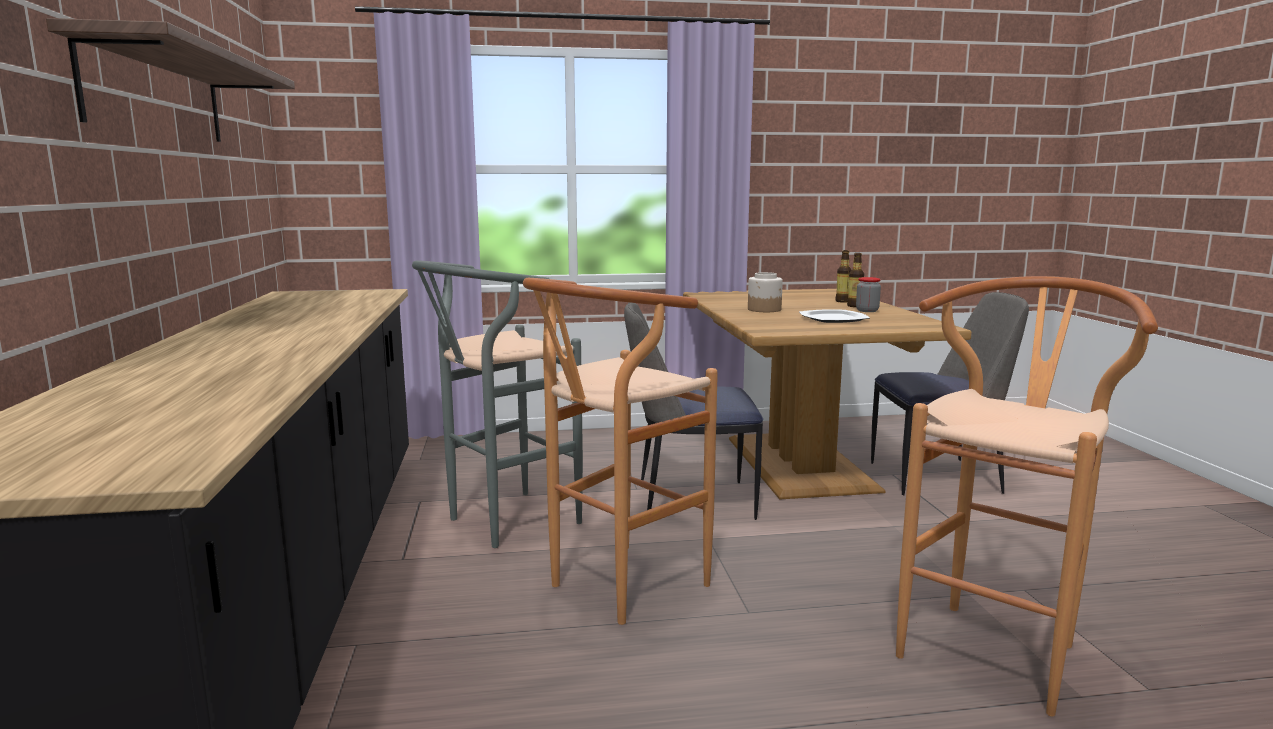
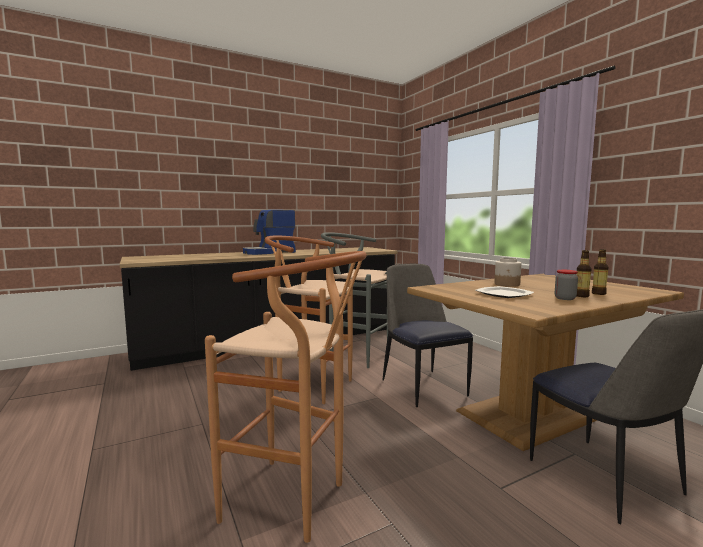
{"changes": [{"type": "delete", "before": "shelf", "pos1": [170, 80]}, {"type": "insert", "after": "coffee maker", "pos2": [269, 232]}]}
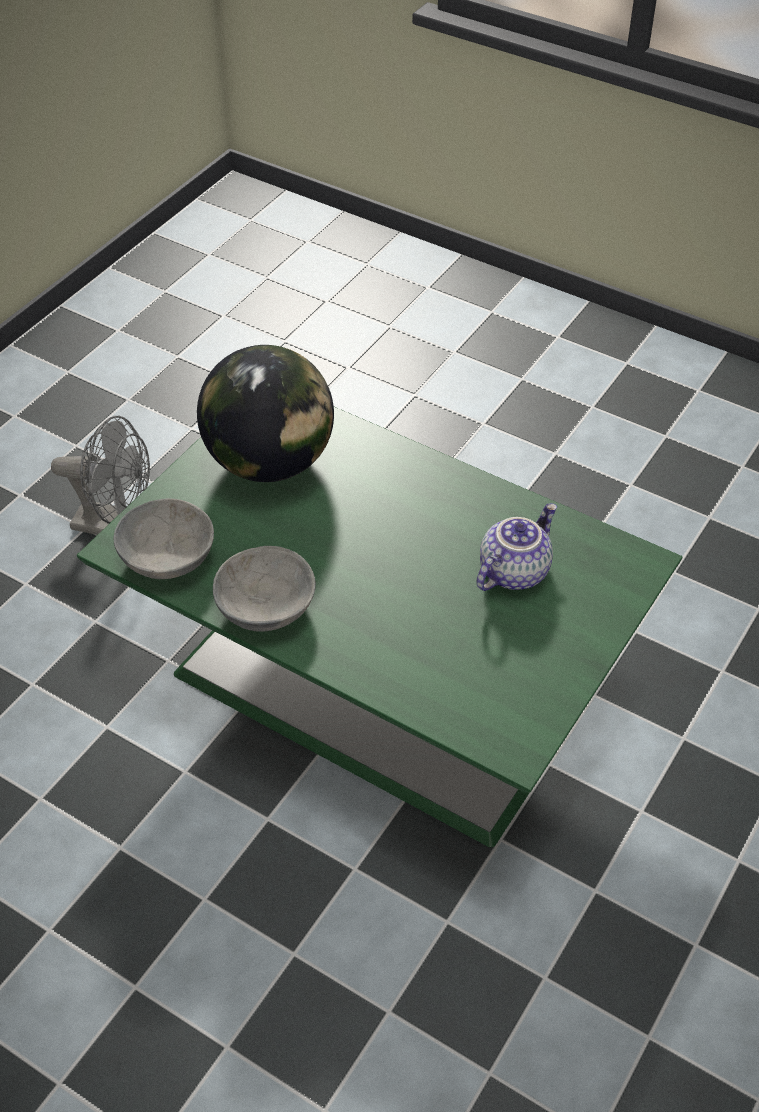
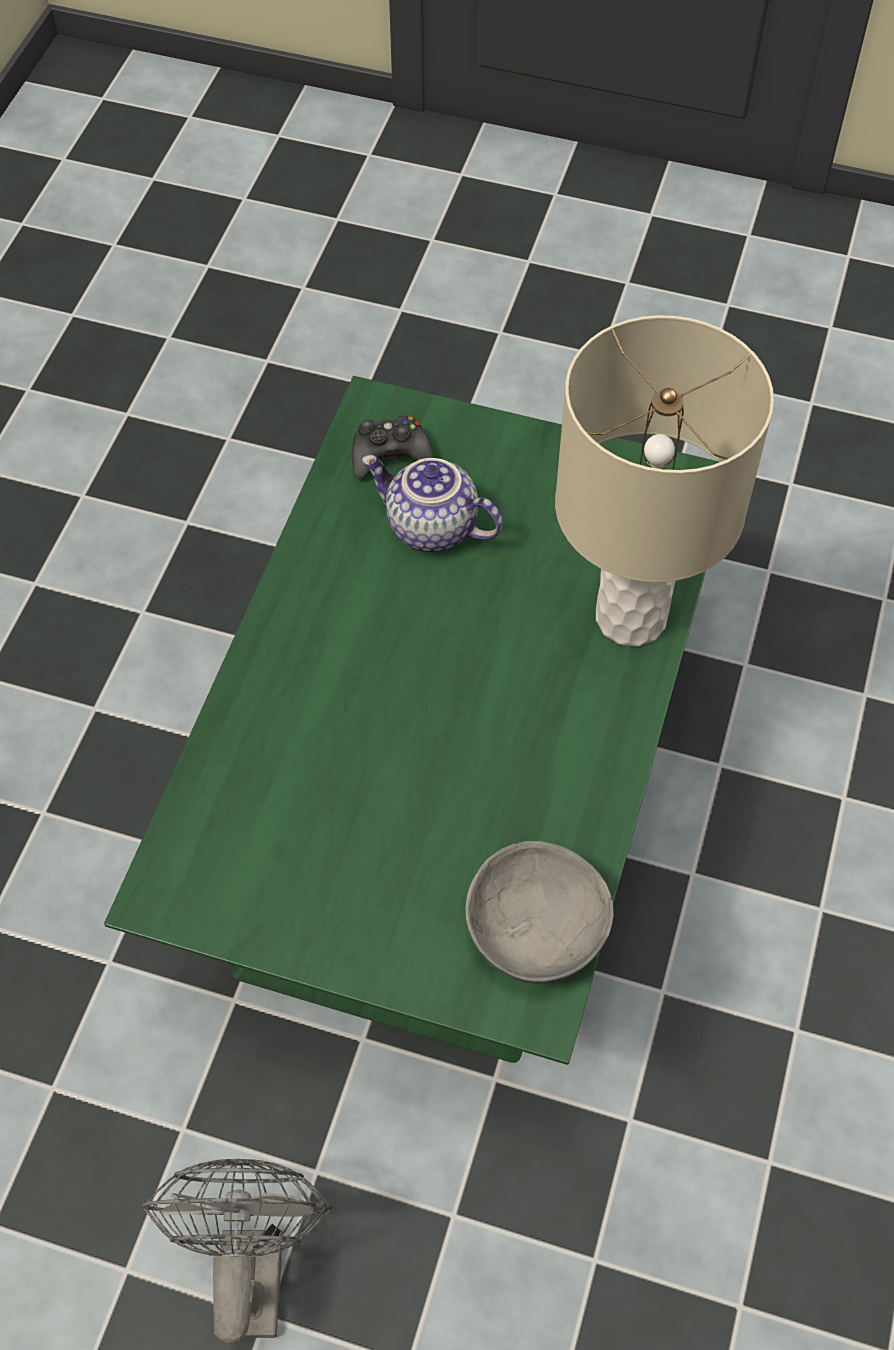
{"changes": [{"type": "delete", "before": "globe", "pos1": [265, 413]}, {"type": "delete", "before": "bowl (gray)", "pos1": [264, 589]}, {"type": "insert", "after": "lamp for a table (beige)", "pos2": [664, 481]}, {"type": "insert", "after": "game controller (blackish)", "pos2": [393, 447]}]}
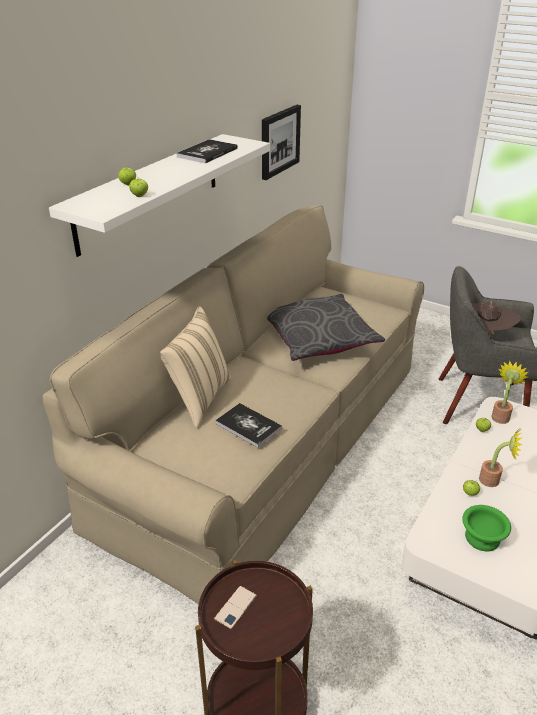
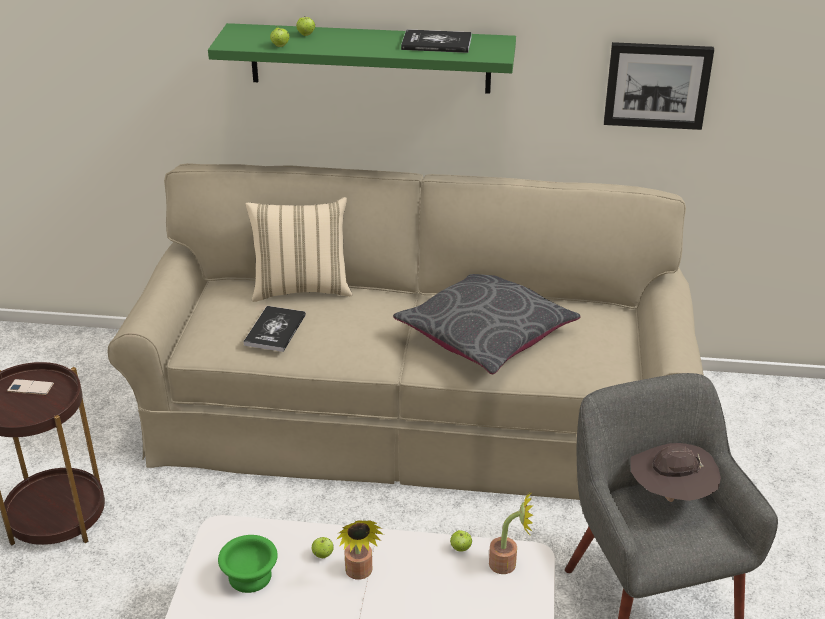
{"changes": [{"type": "recolor", "before": "shelf (white)", "after": "shelf (greenish)", "pos1": [159, 195], "pos2": [362, 58]}]}
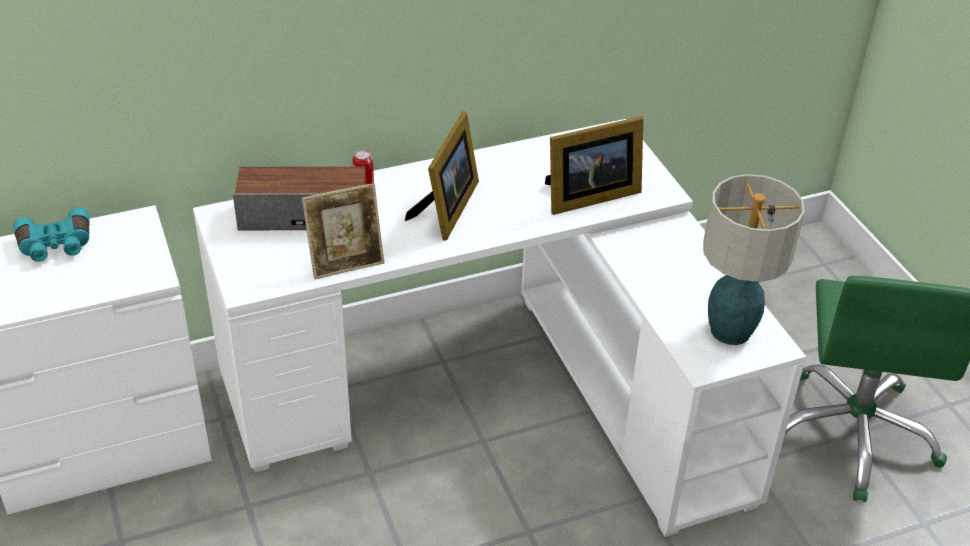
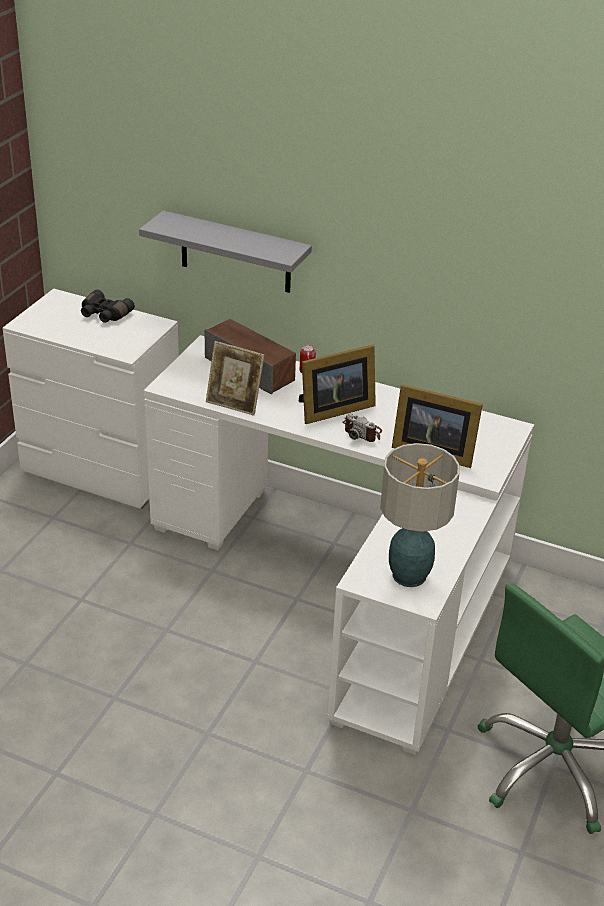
{"changes": [{"type": "recolor", "before": "pair of binoculars (blue-green)", "after": "pair of binoculars (blackish)", "pos1": [51, 235], "pos2": [108, 306]}, {"type": "insert", "after": "shelf (gray)", "pos2": [225, 251]}, {"type": "insert", "after": "photo camera", "pos2": [362, 427]}]}
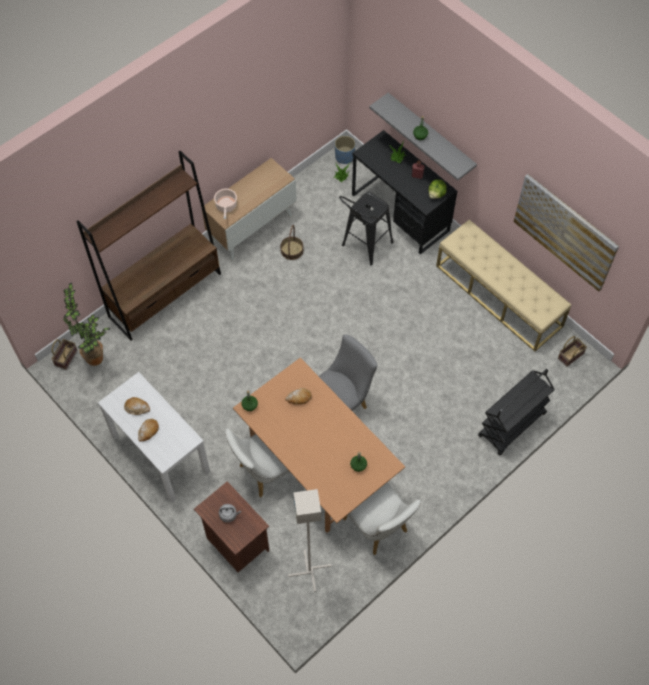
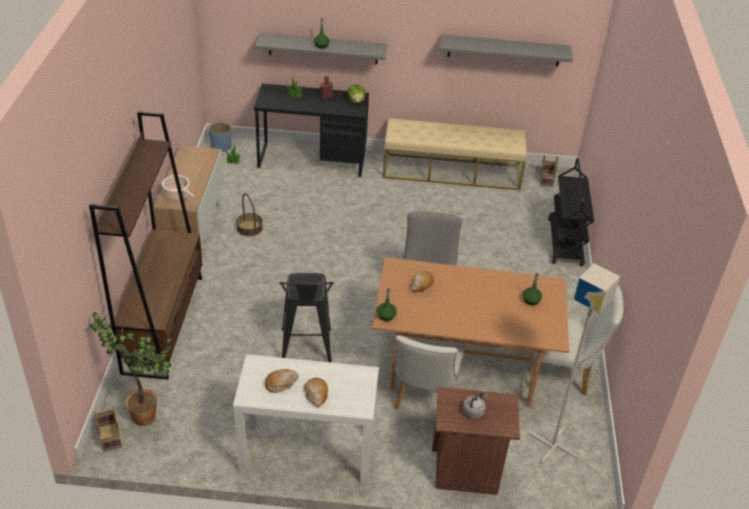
{"changes": [{"type": "replace", "before": "picture", "after": "shelf (gray)", "pos1": [566, 233], "pos2": [506, 50]}, {"type": "move", "before": "stool seat (blackish)", "pos1": [366, 228], "pos2": [306, 317]}]}
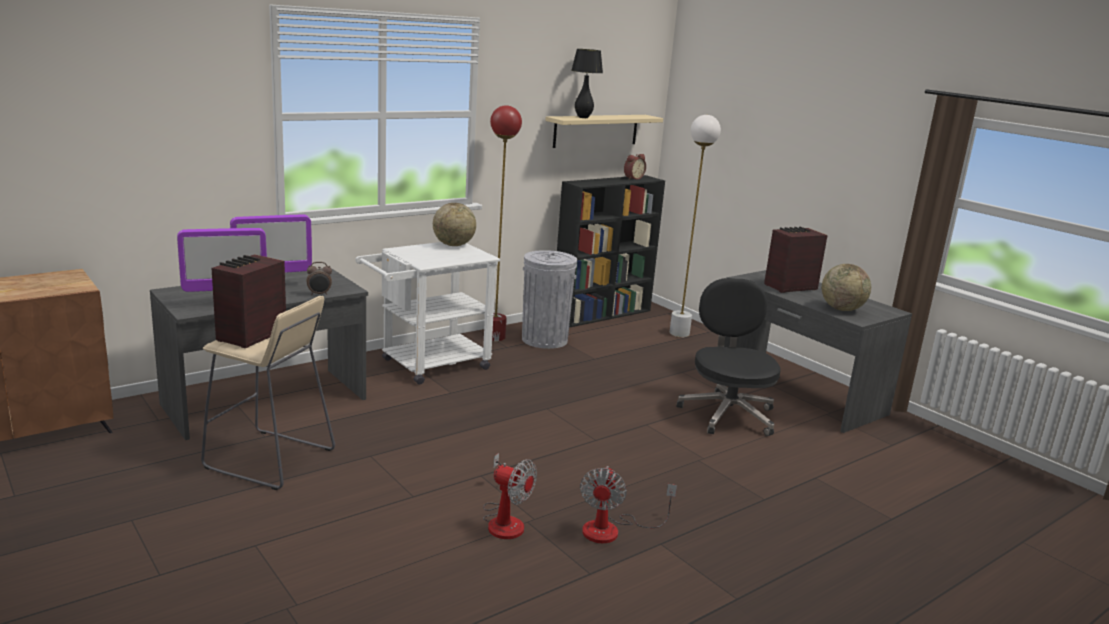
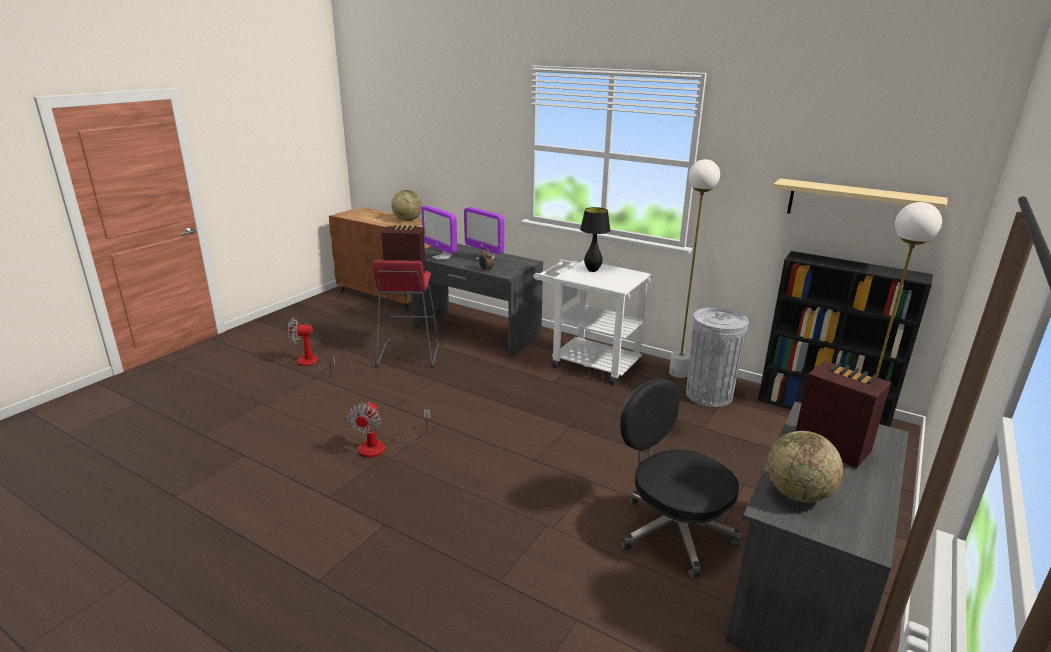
{"changes": [{"type": "move", "before": "lamp for a table (blackish)", "pos1": [587, 83], "pos2": [595, 239]}, {"type": "recolor", "before": "standard lamp (reddish)", "after": "standard lamp (white)", "pos1": [506, 223], "pos2": [694, 268]}, {"type": "delete", "before": "bedside clock", "pos1": [635, 167]}, {"type": "move", "before": "globe", "pos1": [454, 224], "pos2": [406, 205]}, {"type": "rotate", "before": "desk chair (blackish)", "pos1": [729, 357], "pos2": [680, 478], "turn": -105}, {"type": "recolor", "before": "stool seat (beige)", "after": "stool seat (reddish)", "pos1": [268, 393], "pos2": [405, 313]}, {"type": "move", "before": "electric fan", "pos1": [628, 504], "pos2": [311, 347]}]}
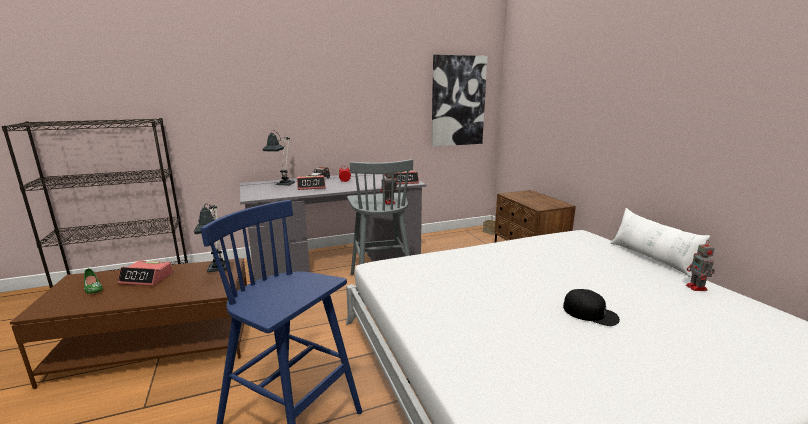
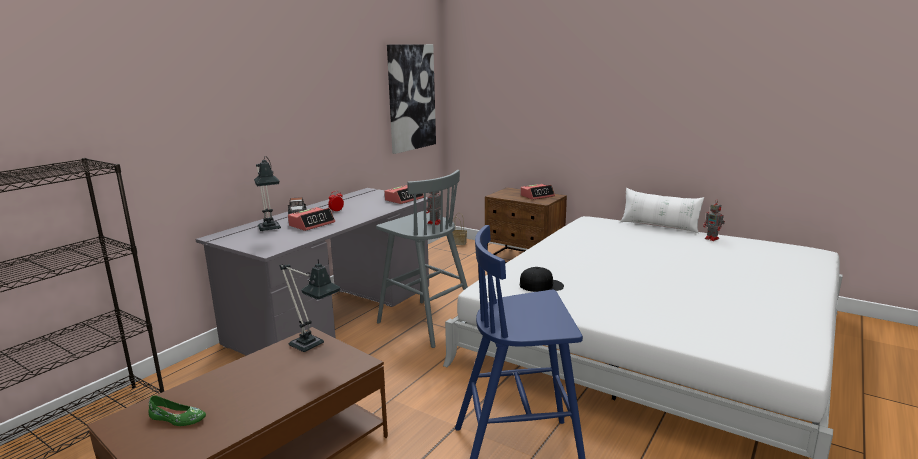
{"changes": [{"type": "move", "before": "bedside clock", "pos1": [145, 273], "pos2": [538, 192]}, {"type": "move", "before": "peaked cap (blackish)", "pos1": [591, 307], "pos2": [542, 279]}]}
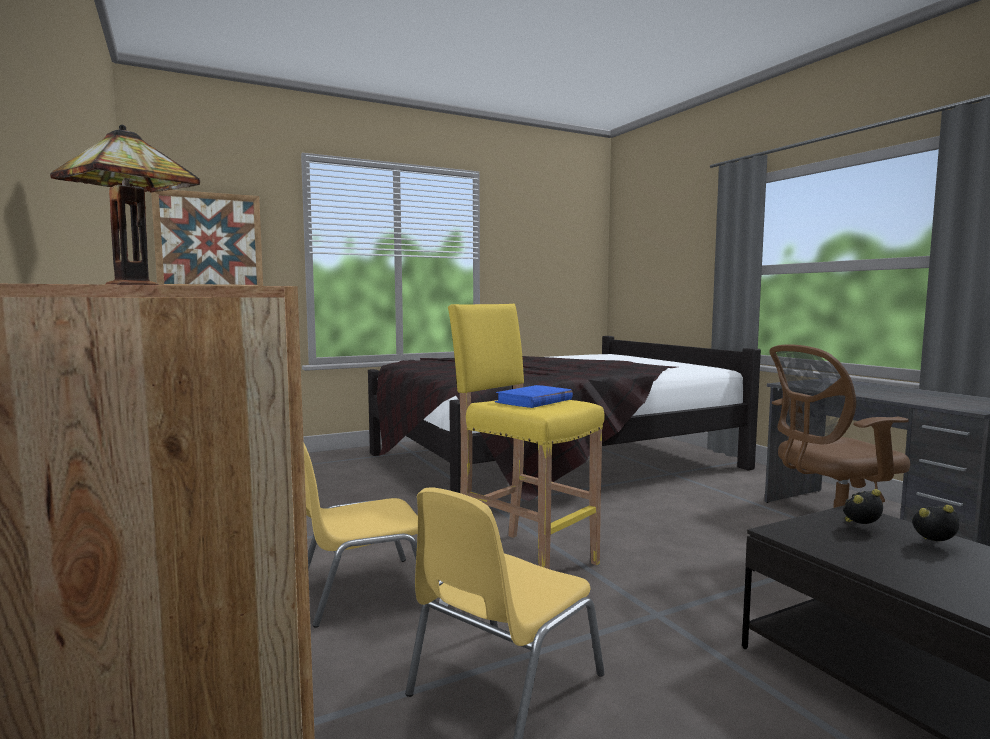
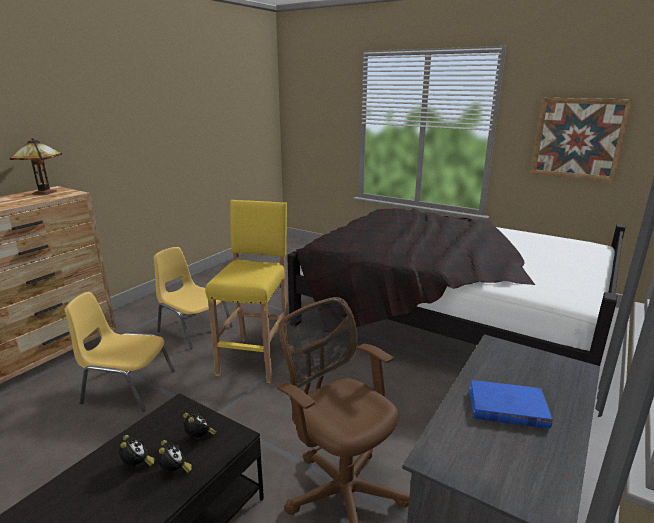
{"changes": [{"type": "move", "before": "picture", "pos1": [207, 238], "pos2": [581, 140]}, {"type": "move", "before": "bound book (bluish)", "pos1": [534, 396], "pos2": [510, 404]}, {"type": "insert", "after": "bedside clock", "pos2": [137, 450]}]}
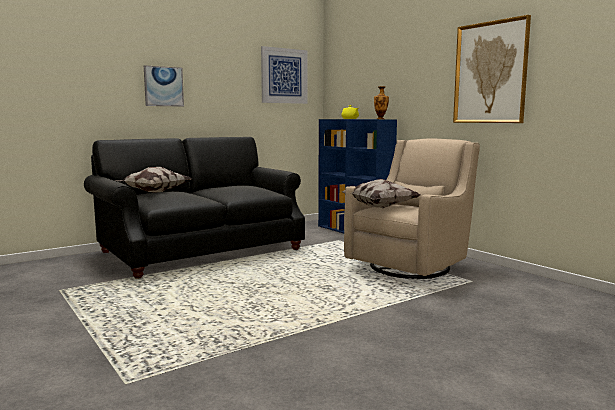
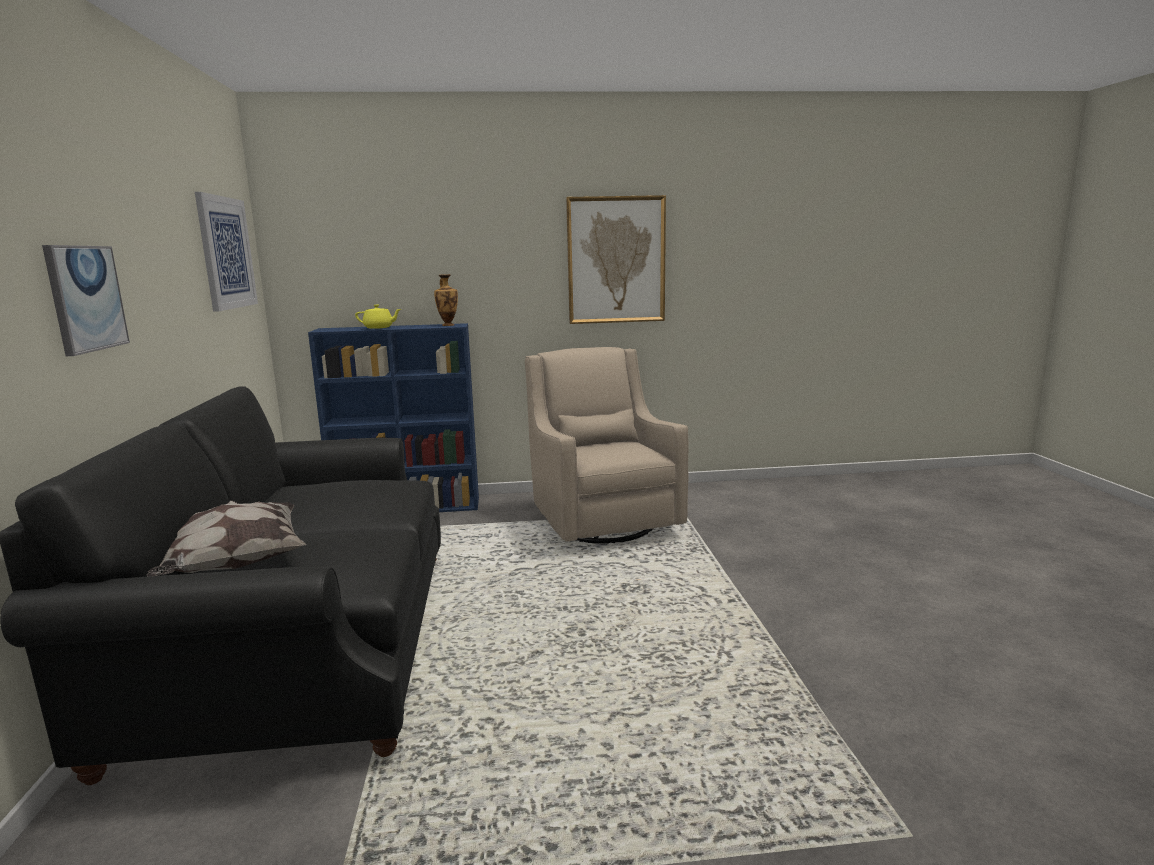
{"changes": [{"type": "delete", "before": "cushion", "pos1": [381, 193]}]}
